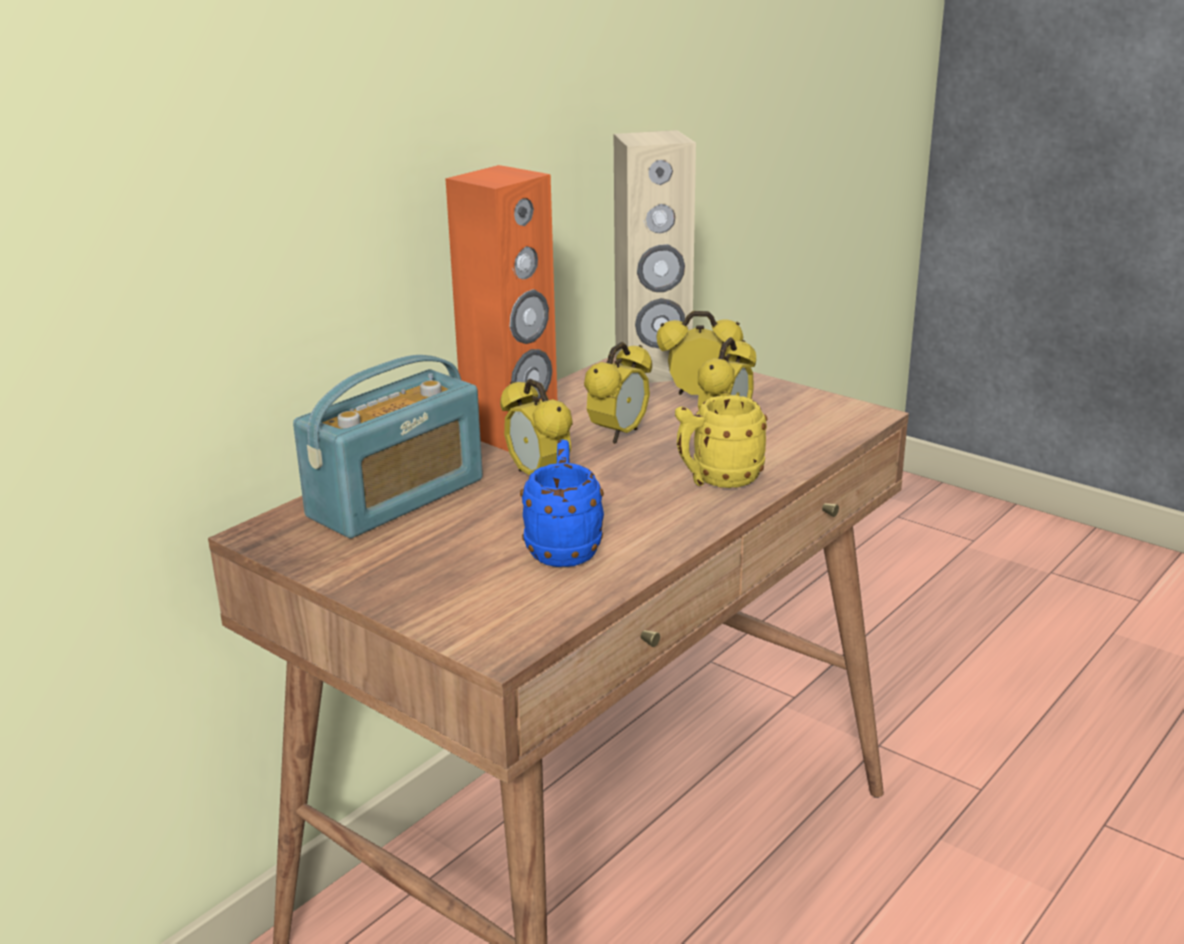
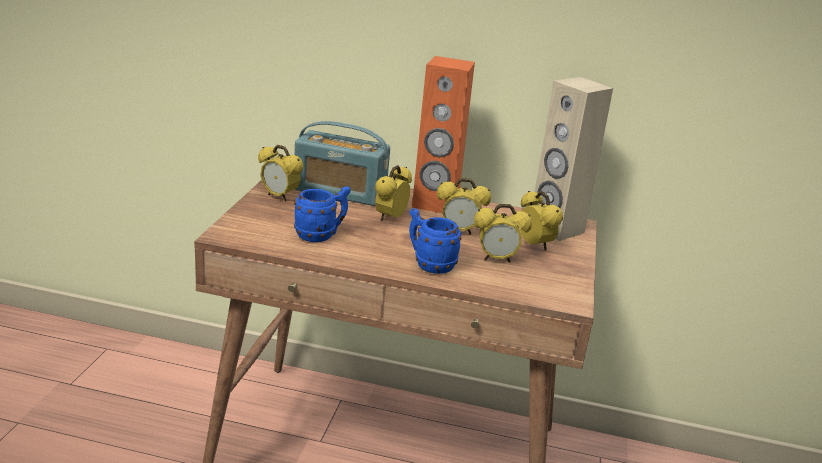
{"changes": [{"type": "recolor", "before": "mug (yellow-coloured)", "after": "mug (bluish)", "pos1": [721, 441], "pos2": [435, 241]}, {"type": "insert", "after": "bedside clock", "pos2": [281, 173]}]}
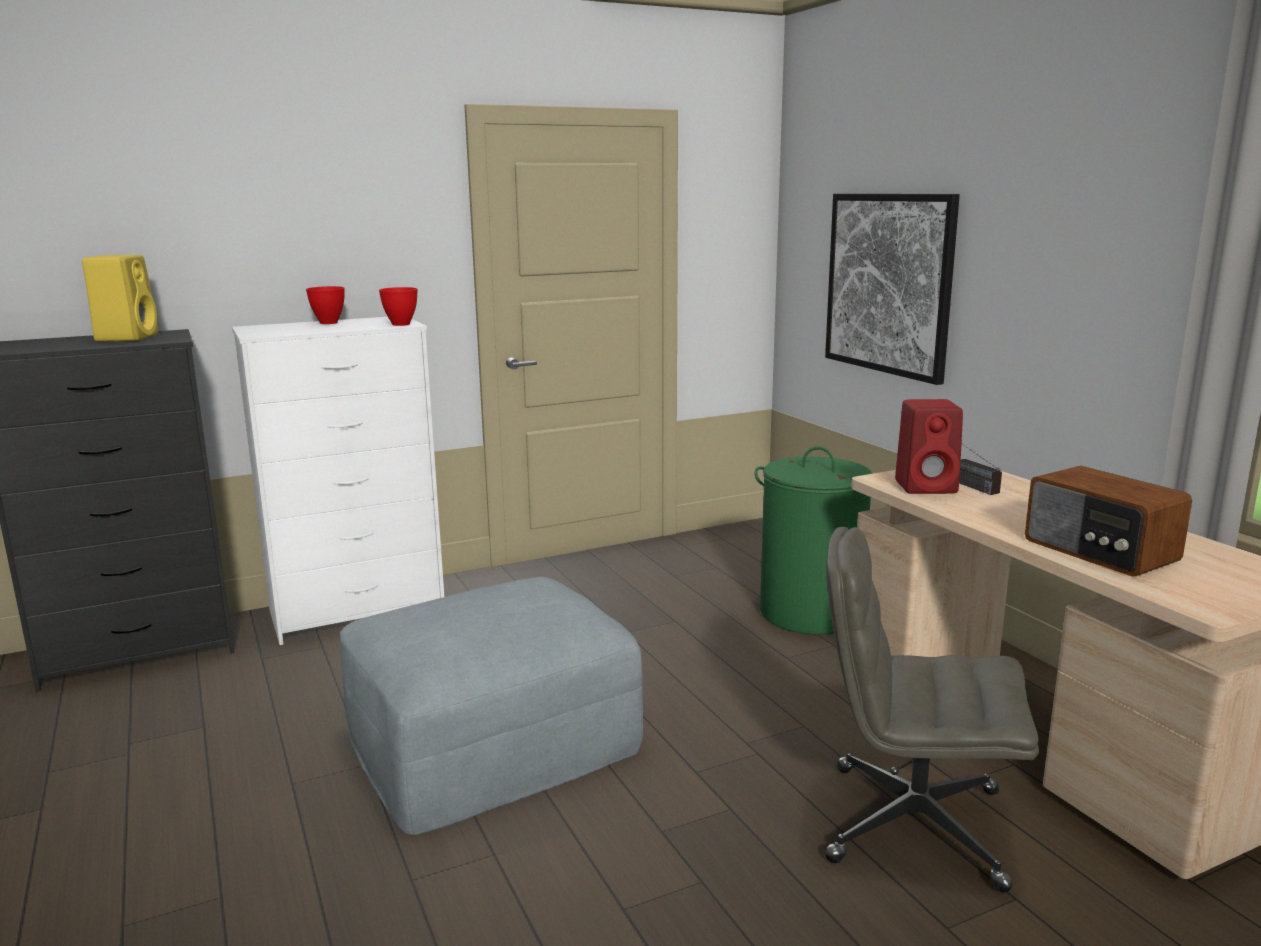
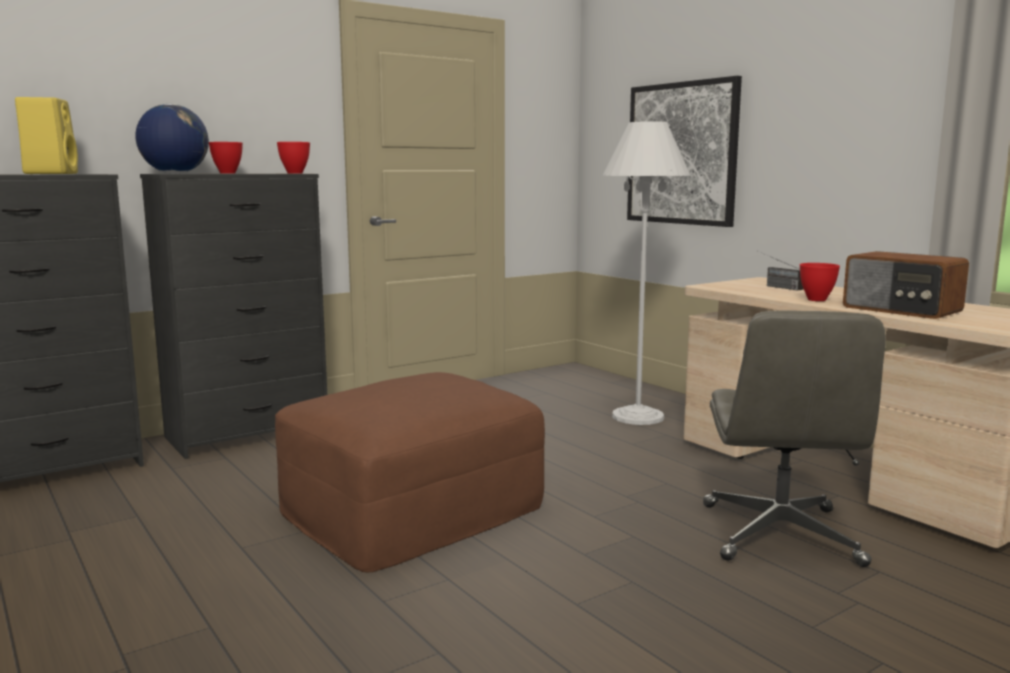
{"changes": [{"type": "recolor", "before": "dresser (white)", "after": "dresser (blackish)", "pos1": [338, 481], "pos2": [233, 316]}, {"type": "delete", "before": "speaker (reddish)", "pos1": [929, 446]}, {"type": "replace", "before": "washing basket (greenish)", "after": "standard lamp (white)", "pos1": [813, 540], "pos2": [646, 273]}, {"type": "rotate", "before": "desk chair (gray)", "pos1": [932, 710], "pos2": [794, 438], "turn": -90}, {"type": "recolor", "before": "footrest (gray)", "after": "footrest (brown-coloured)", "pos1": [491, 706], "pos2": [410, 472]}, {"type": "insert", "after": "globe", "pos2": [172, 139]}, {"type": "insert", "after": "bowl (reddish)", "pos2": [820, 282]}]}
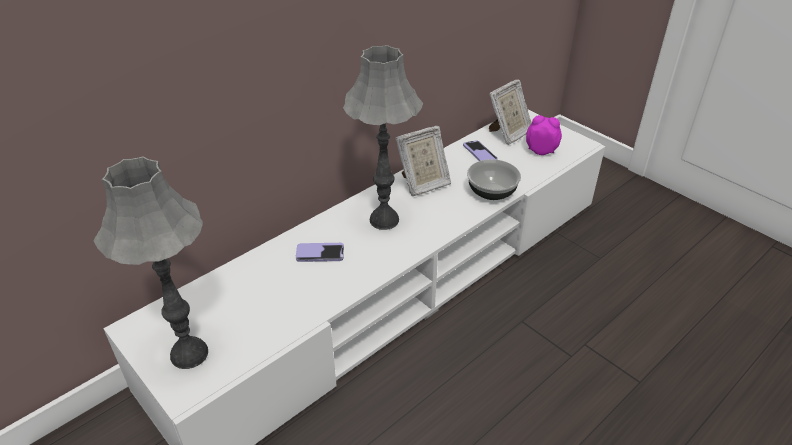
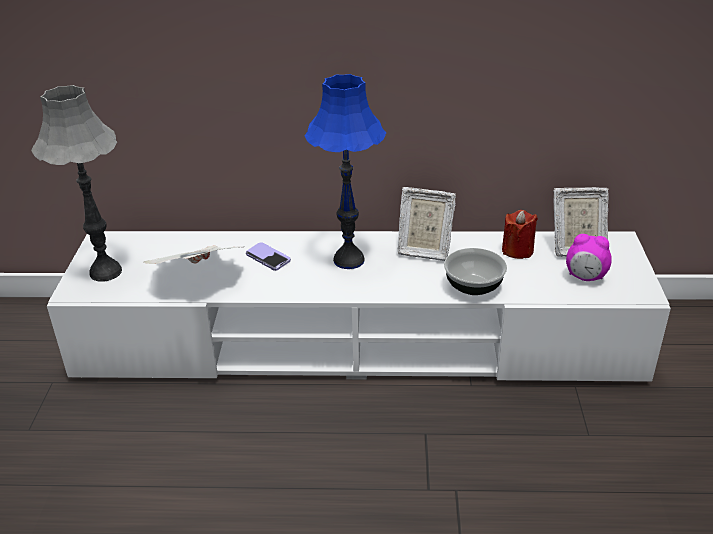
{"changes": [{"type": "recolor", "before": "lamp for a table (gray)", "after": "lamp for a table (bluish)", "pos1": [383, 137], "pos2": [345, 171]}, {"type": "rotate", "before": "bedside clock", "pos1": [544, 135], "pos2": [589, 257], "turn": 135}, {"type": "replace", "before": "handset", "after": "candle (reddish)", "pos1": [480, 150], "pos2": [520, 234]}, {"type": "insert", "after": "newspaper", "pos2": [191, 255]}]}
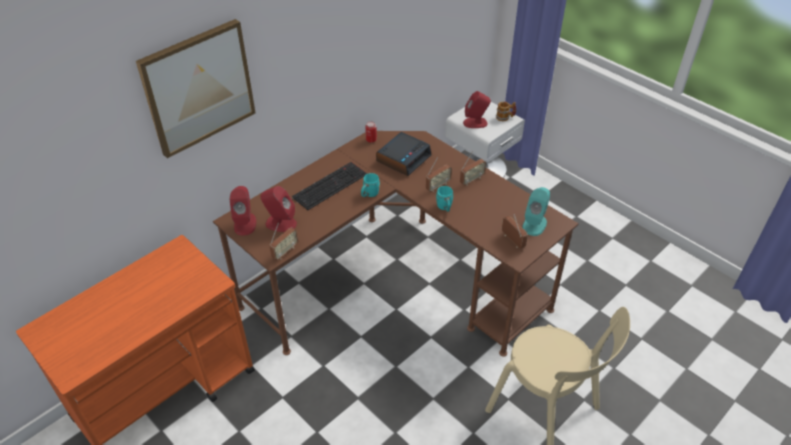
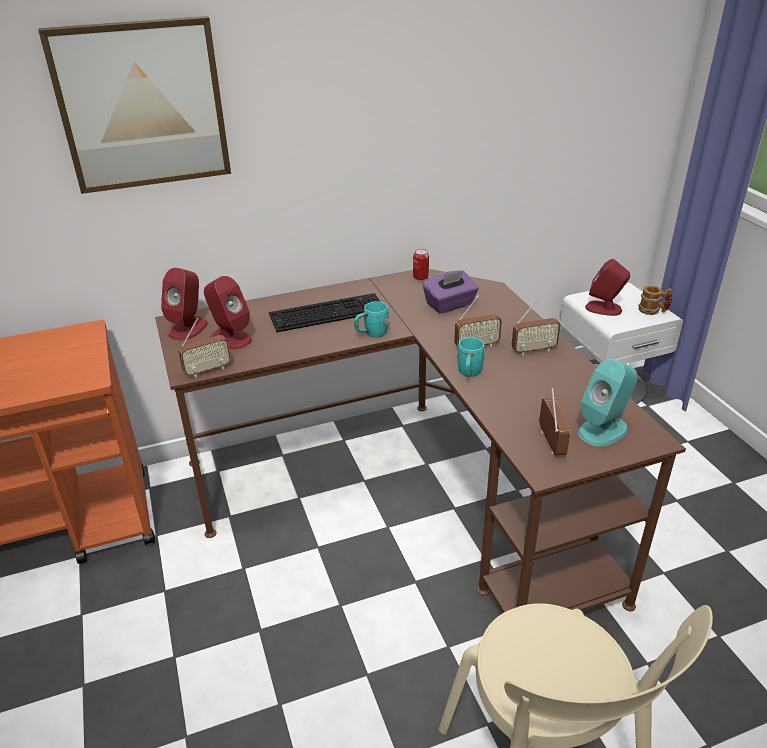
{"changes": [{"type": "replace", "before": "bedside clock", "after": "box of tissues (purplish)", "pos1": [404, 154], "pos2": [451, 292]}]}
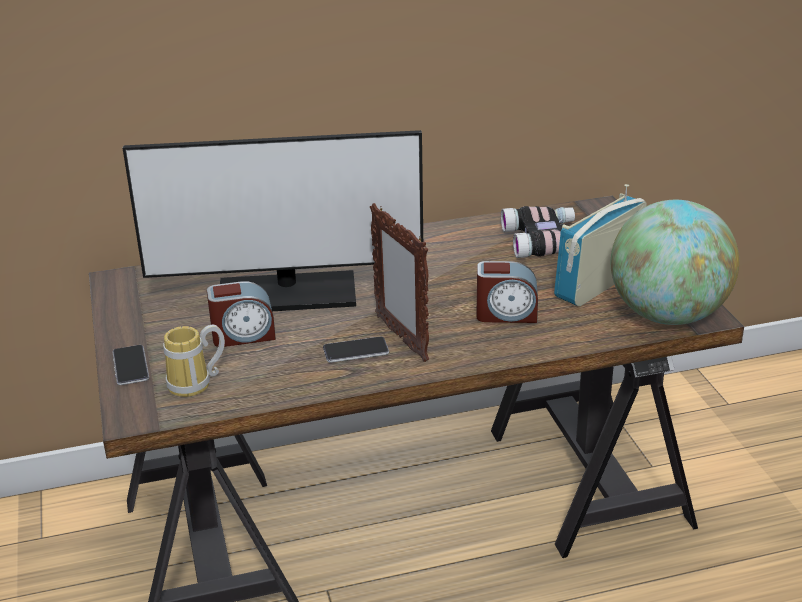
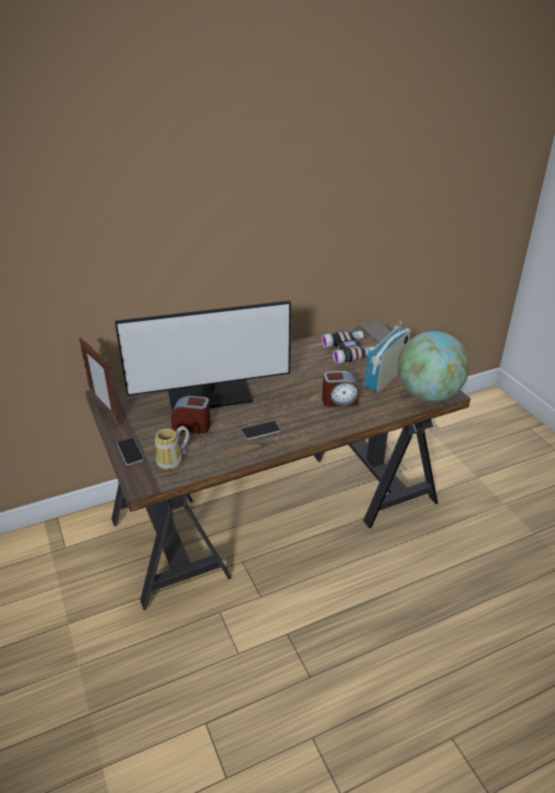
{"changes": [{"type": "move", "before": "photo frame", "pos1": [399, 282], "pos2": [99, 382]}, {"type": "rotate", "before": "bedside clock", "pos1": [241, 314], "pos2": [191, 415], "turn": -150}]}
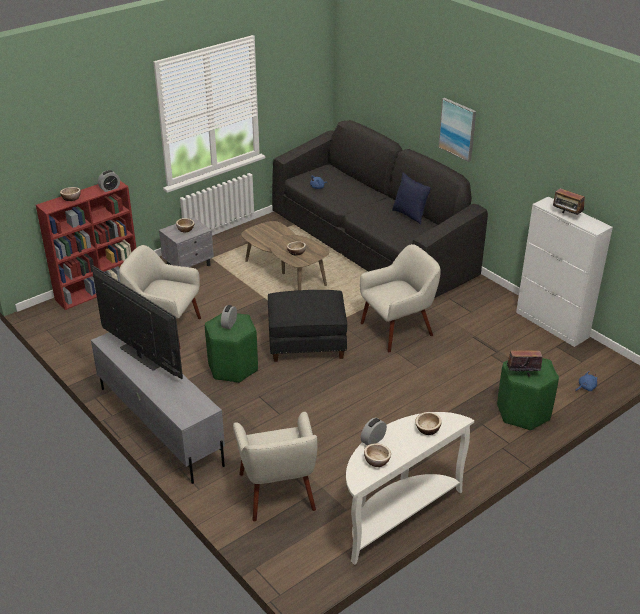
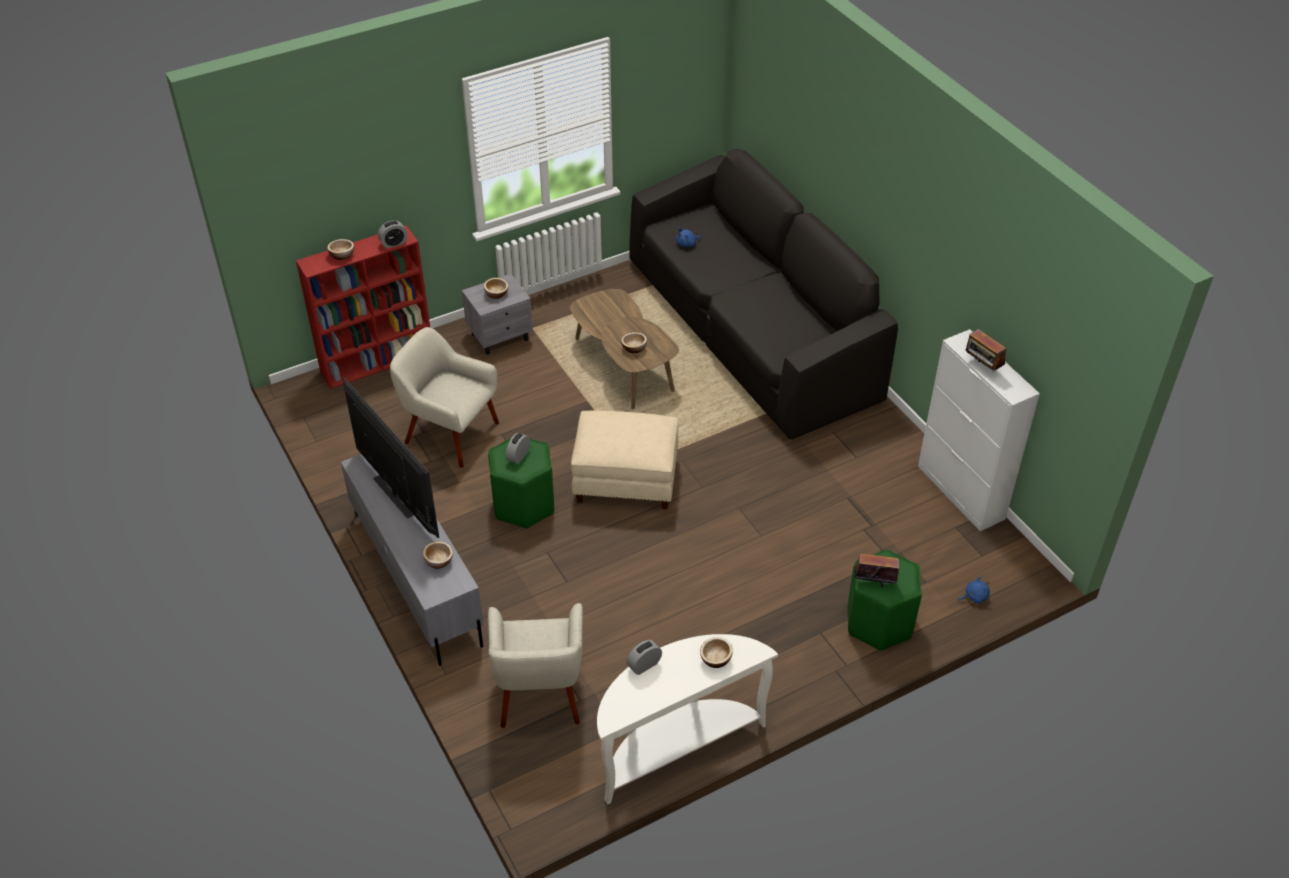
{"changes": [{"type": "delete", "before": "picture", "pos1": [457, 130]}, {"type": "delete", "before": "cushion (bluish)", "pos1": [411, 199]}, {"type": "delete", "before": "easy chair (beige)", "pos1": [400, 298]}, {"type": "recolor", "before": "footrest (blackish)", "after": "footrest (beige)", "pos1": [307, 326], "pos2": [624, 459]}, {"type": "move", "before": "bowl", "pos1": [377, 455], "pos2": [438, 555]}]}
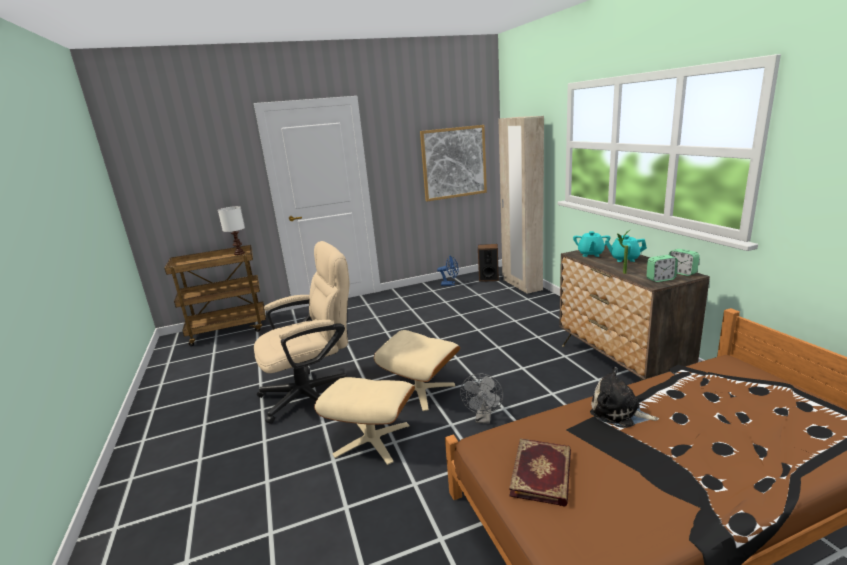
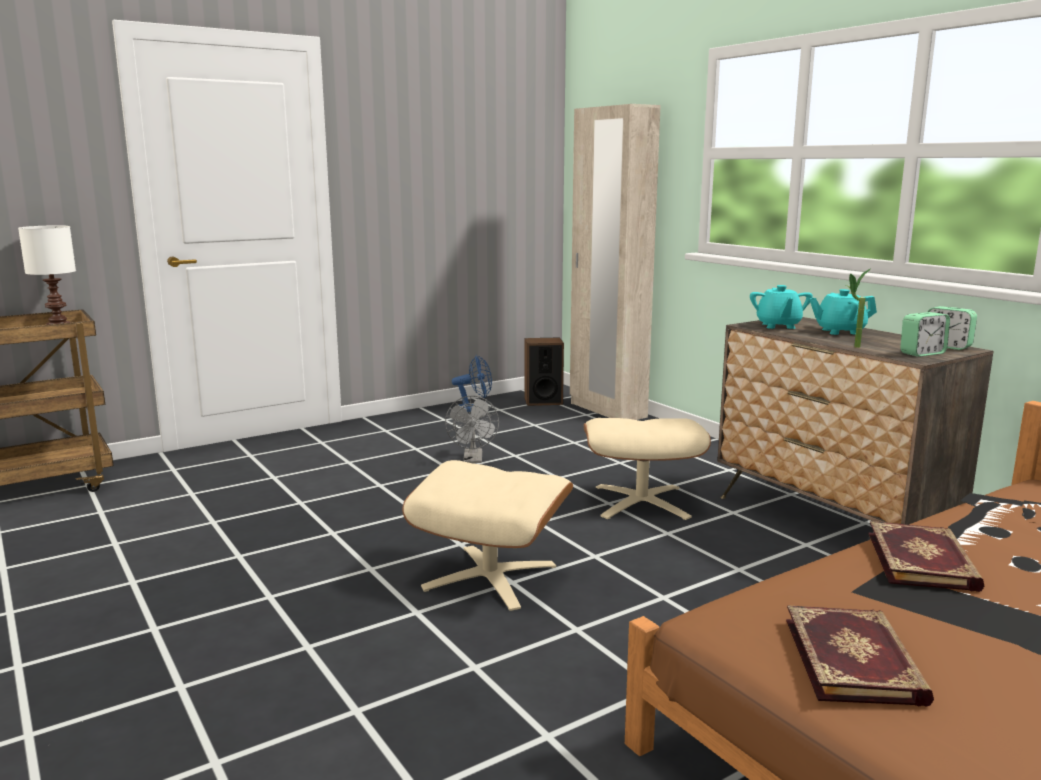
{"changes": [{"type": "delete", "before": "picture", "pos1": [453, 163]}, {"type": "delete", "before": "desk chair (beige)", "pos1": [302, 332]}, {"type": "replace", "before": "plush toy", "after": "bound book", "pos1": [624, 397], "pos2": [926, 556]}, {"type": "move", "before": "electric fan (gray)", "pos1": [481, 399], "pos2": [472, 429]}, {"type": "move", "before": "footrest (beige)", "pos1": [364, 421], "pos2": [647, 469]}]}
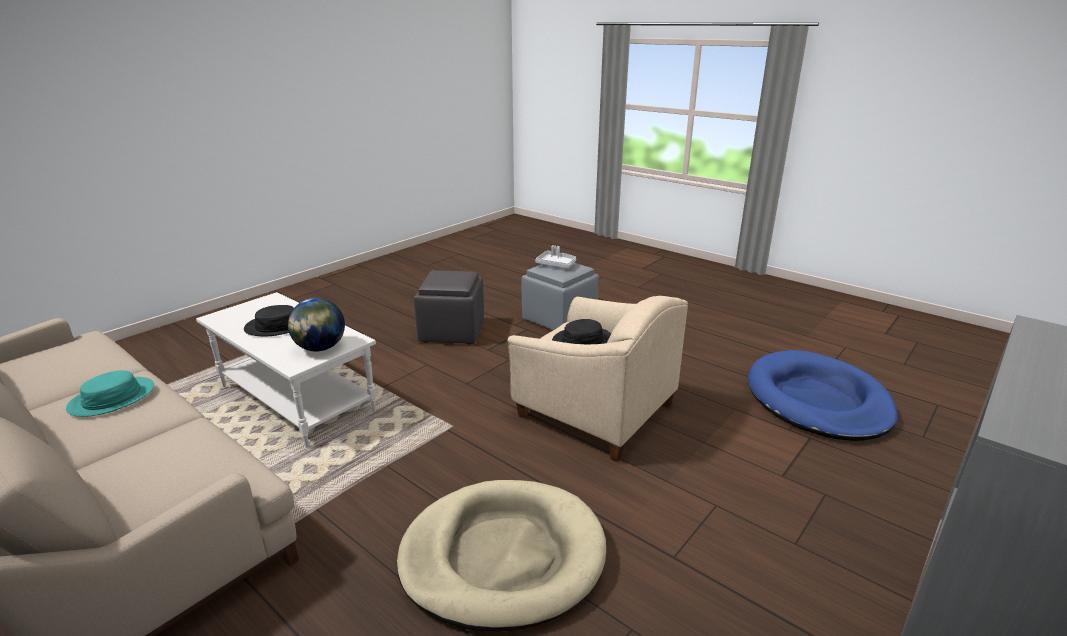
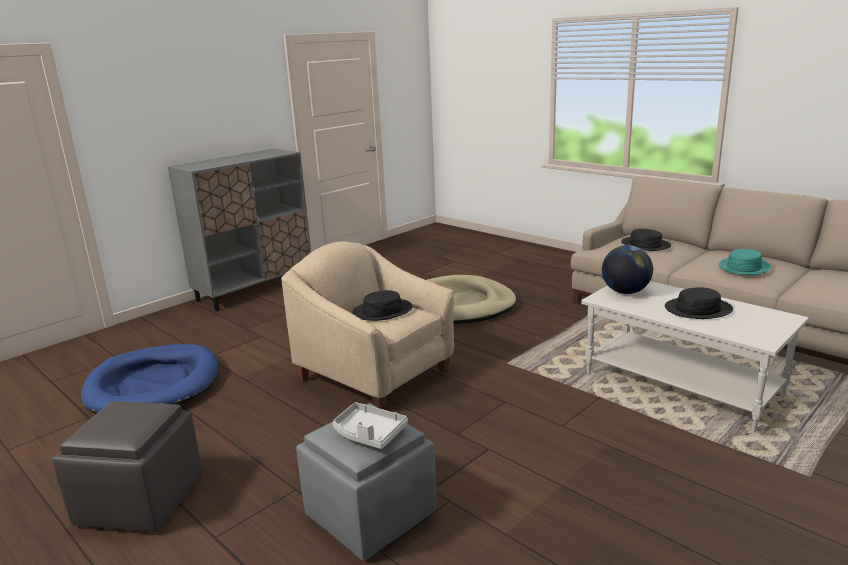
{"changes": [{"type": "move", "before": "footrest (gray)", "pos1": [449, 307], "pos2": [127, 466]}, {"type": "insert", "after": "hat (blackish)", "pos2": [646, 240]}]}
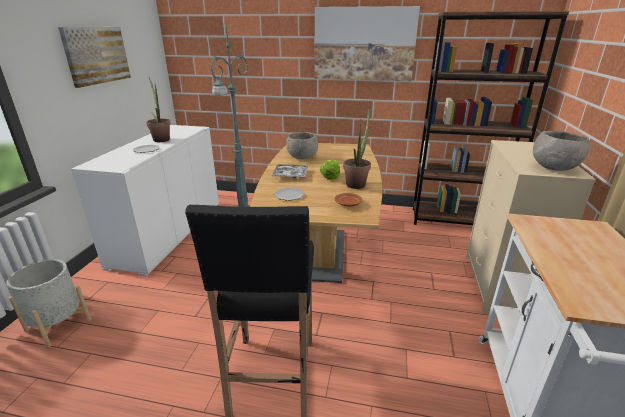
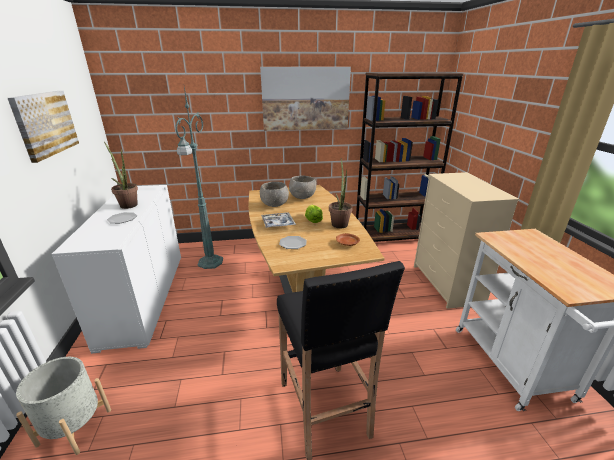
{"changes": [{"type": "move", "before": "bowl (gray)", "pos1": [561, 151], "pos2": [302, 187]}]}
